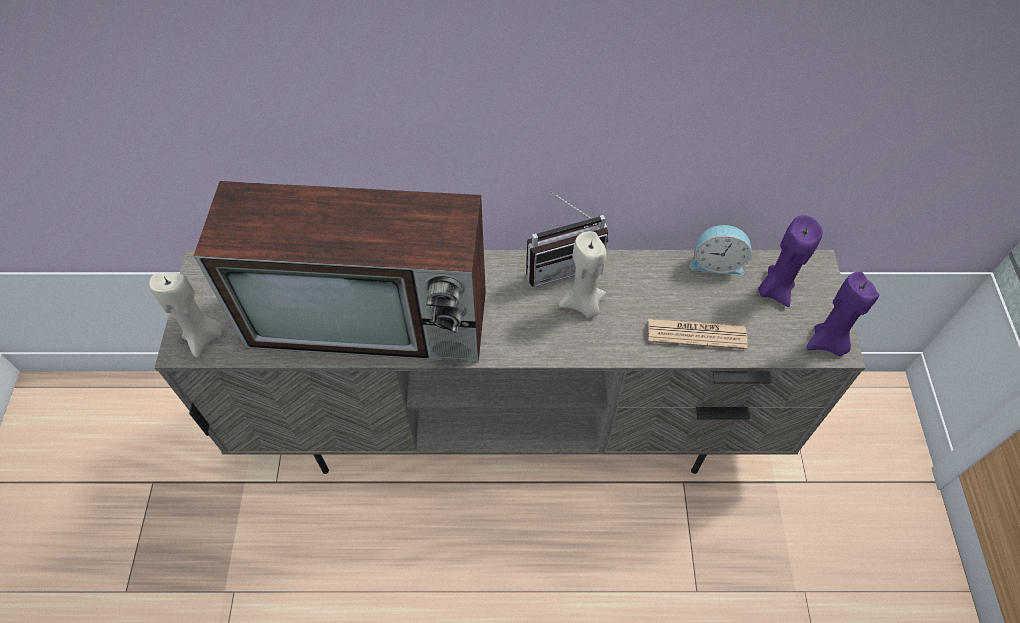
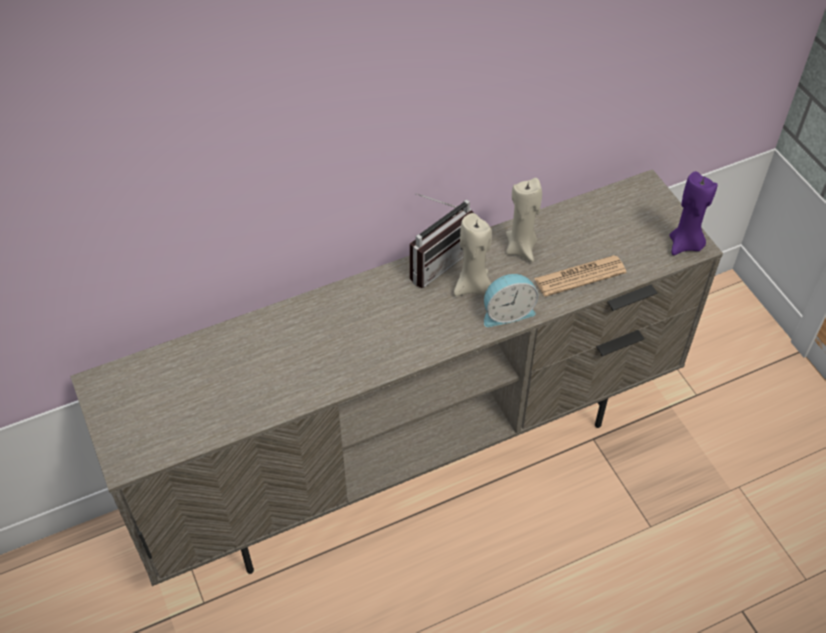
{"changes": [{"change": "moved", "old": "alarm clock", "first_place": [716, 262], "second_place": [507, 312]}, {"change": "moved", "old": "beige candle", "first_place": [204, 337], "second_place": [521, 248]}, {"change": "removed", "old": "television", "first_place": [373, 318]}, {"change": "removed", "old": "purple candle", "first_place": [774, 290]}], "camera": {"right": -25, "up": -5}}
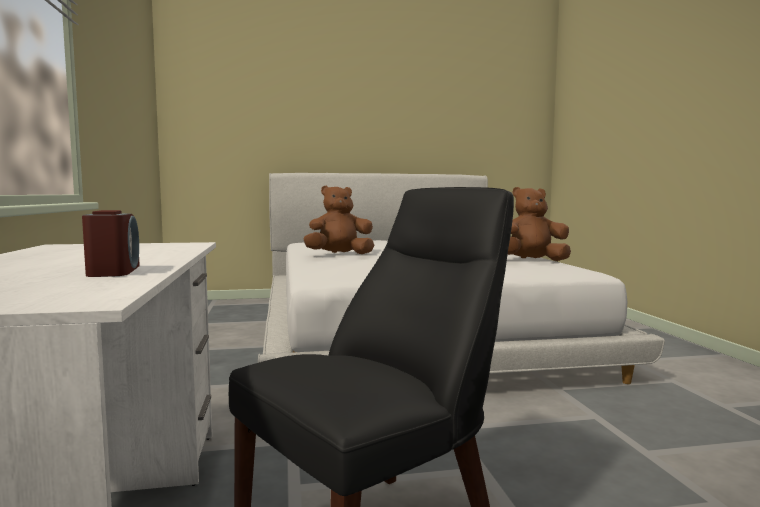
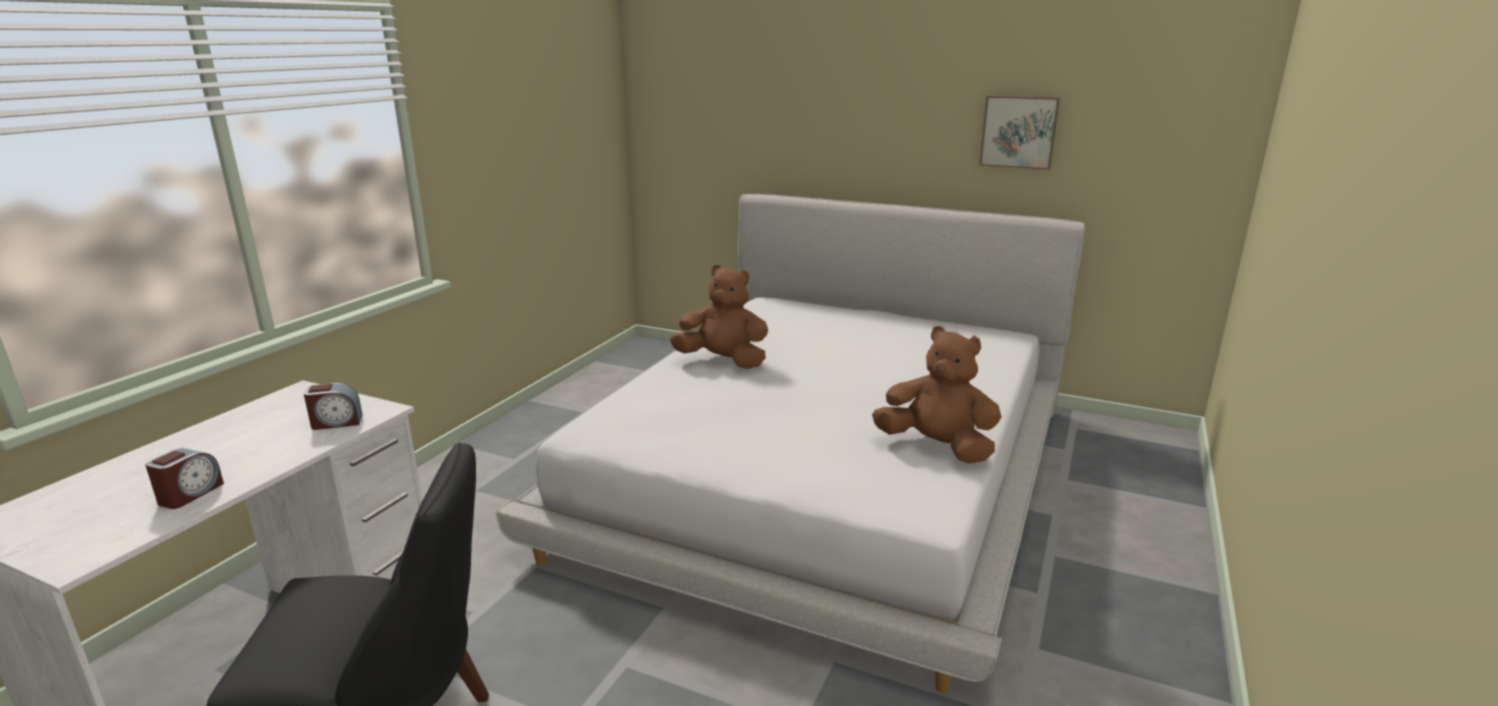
{"changes": [{"change": "added", "new": "alarm clock", "second_place": [336, 422]}, {"change": "added", "new": "picture", "second_place": [1019, 131]}], "camera": {"right": 35, "up": 15}}
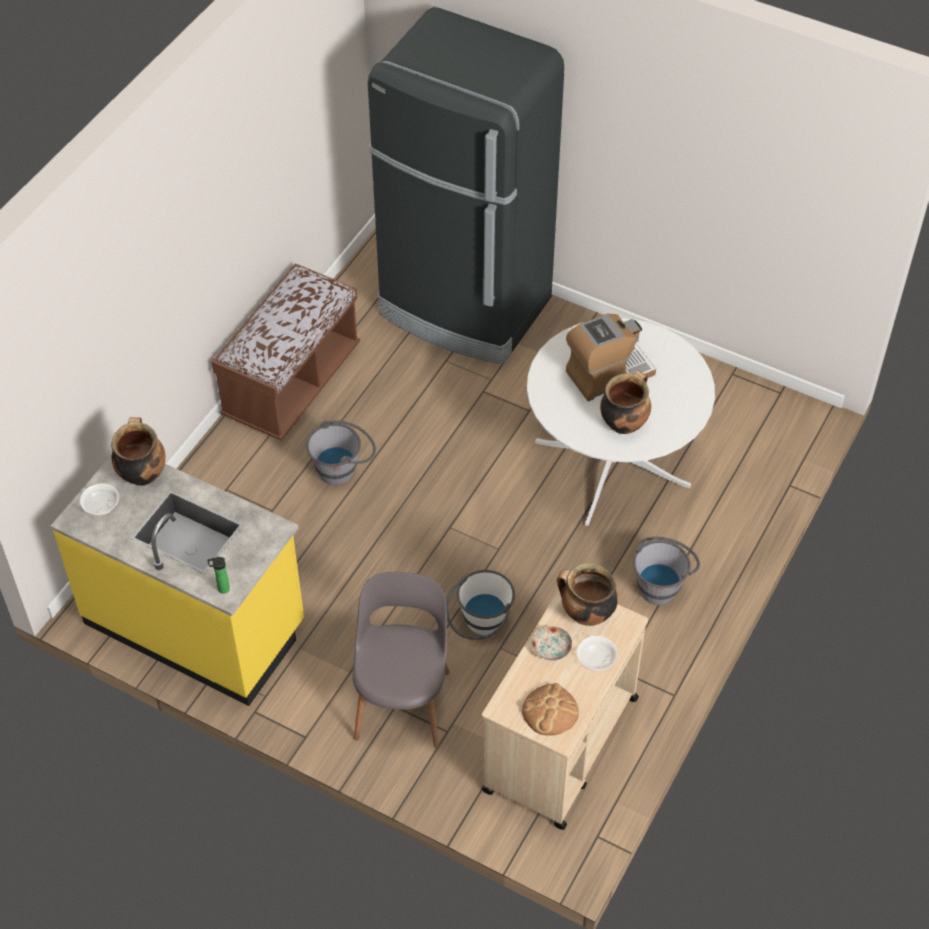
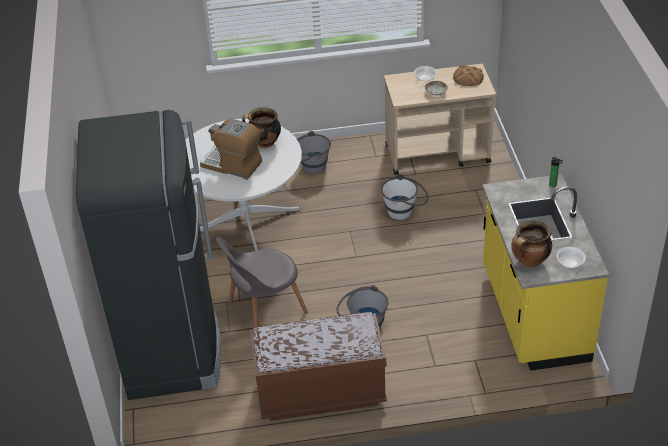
{"changes": [{"change": "moved", "old": "grey chair", "first_place": [402, 699], "second_place": [264, 309]}, {"change": "removed", "old": "cooking pot", "first_place": [586, 614]}], "camera": {"right": -125, "up": -10}}
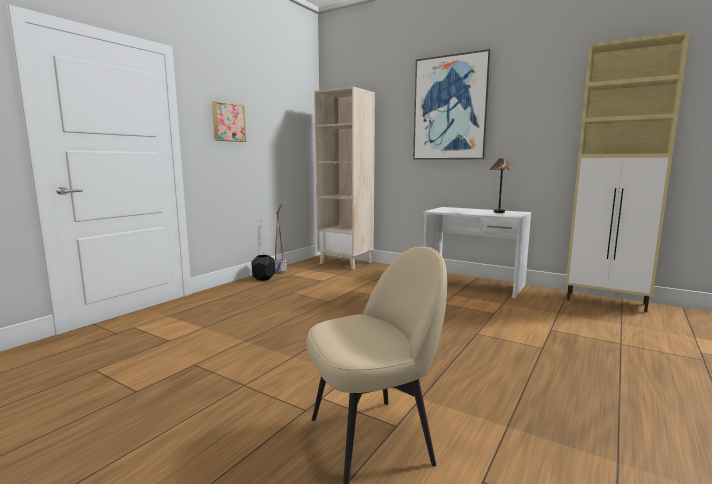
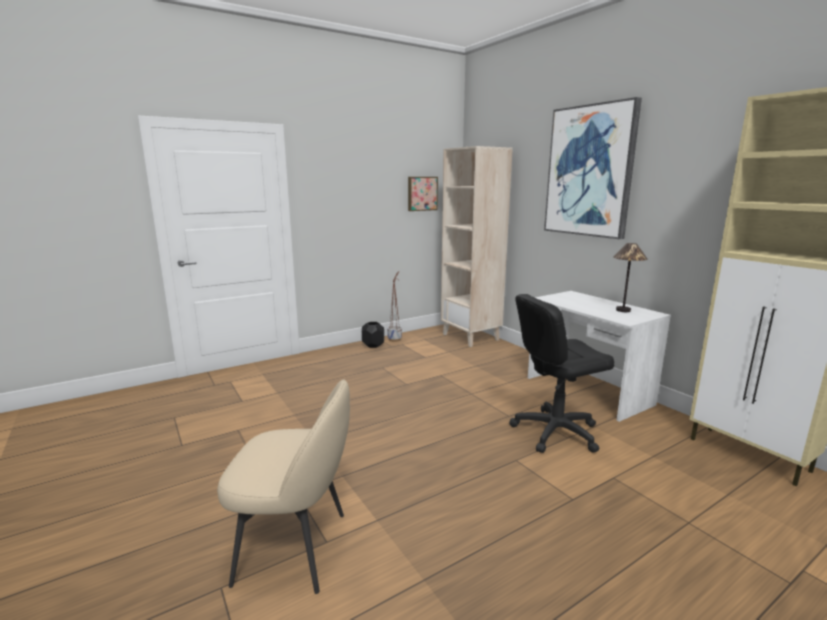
{"changes": [{"change": "moved", "old": "picture", "first_place": [228, 122], "second_place": [422, 193]}, {"change": "added", "new": "black office chair", "second_place": [555, 432]}], "camera": {"right": 25, "up": 5}}
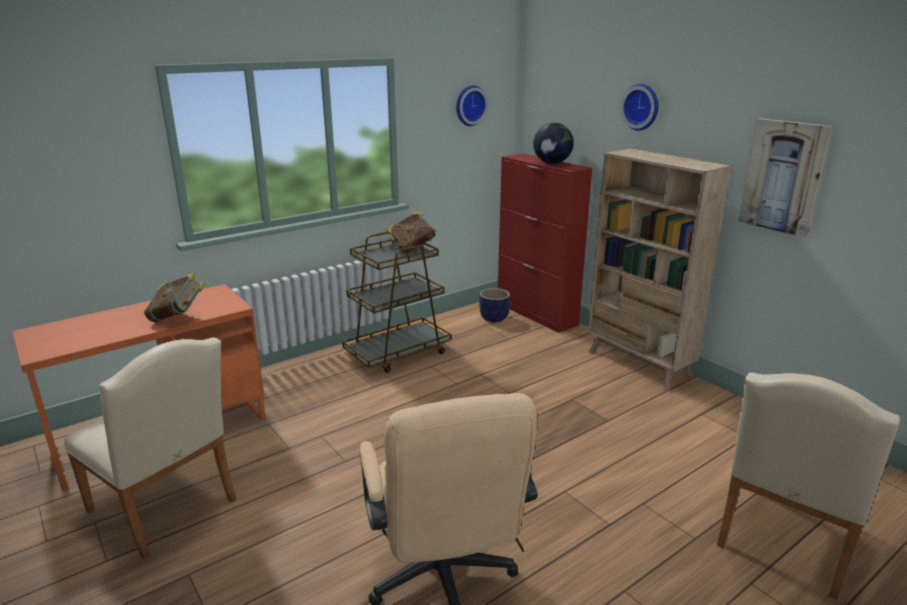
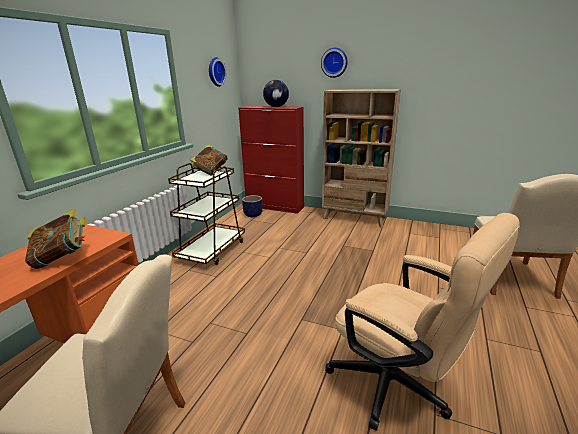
{"changes": [{"change": "removed", "old": "picture", "first_place": [783, 176]}], "camera": {"right": -30, "up": 0}}
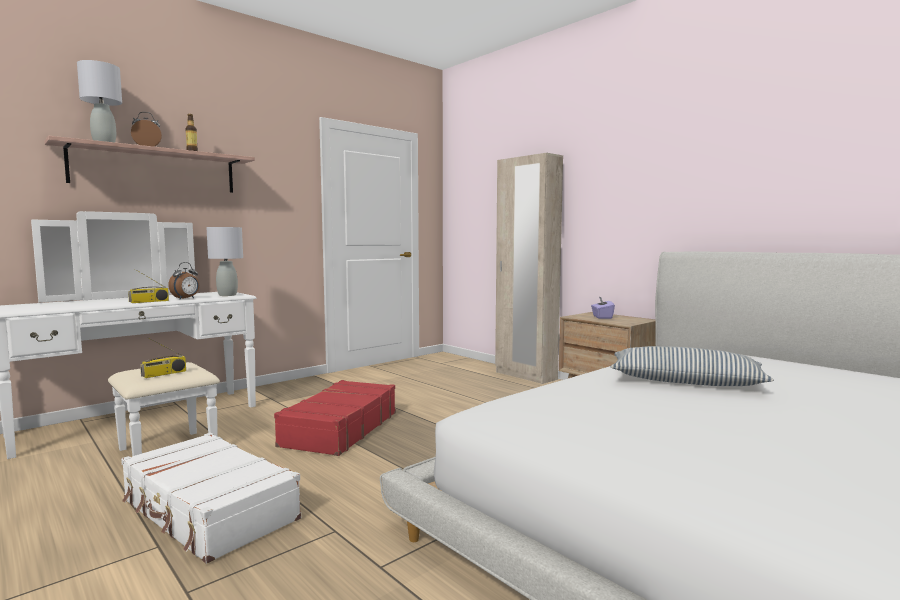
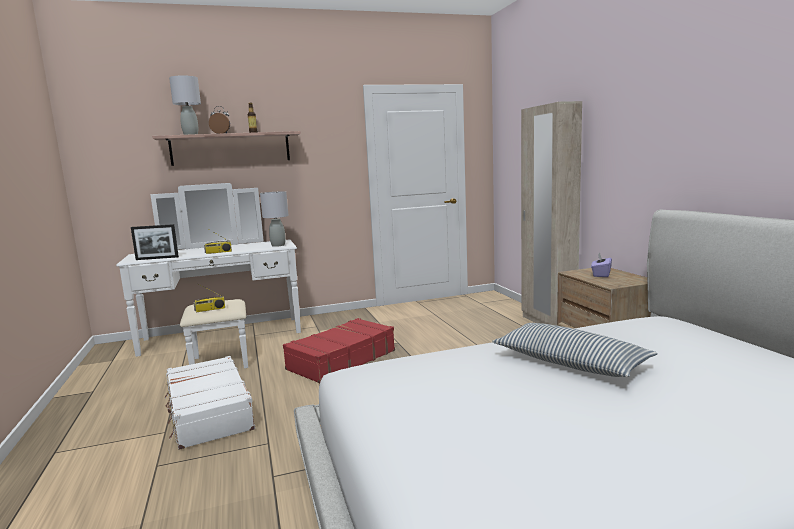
{"changes": [{"change": "added", "new": "picture frame", "second_place": [157, 258]}, {"change": "removed", "old": "alarm clock", "first_place": [186, 298]}], "camera": {"right": 25, "up": 5}}
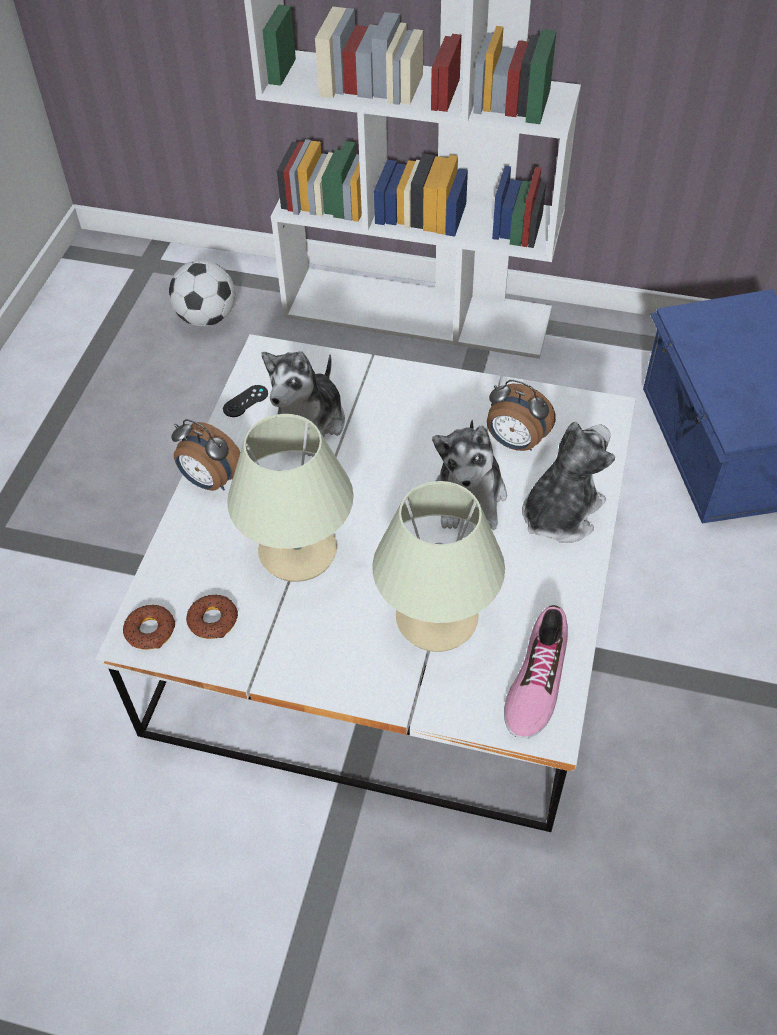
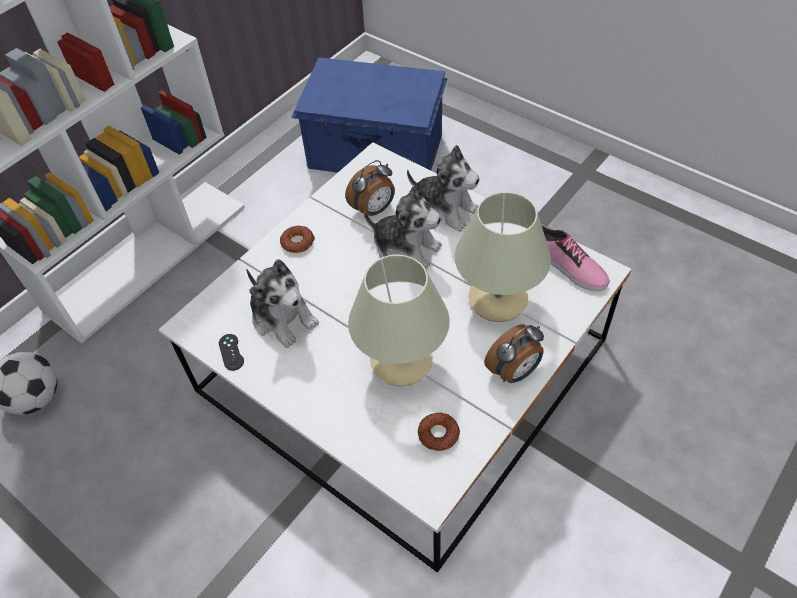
{"changes": [{"change": "moved", "old": "donut", "first_place": [150, 631], "second_place": [297, 242]}, {"change": "turned", "old": "plush toy", "first_place": [560, 513], "second_place": [444, 209], "degrees": 150}, {"change": "moved", "old": "alarm clock", "first_place": [210, 481], "second_place": [514, 372]}], "camera": {"right": -65, "up": 0}}
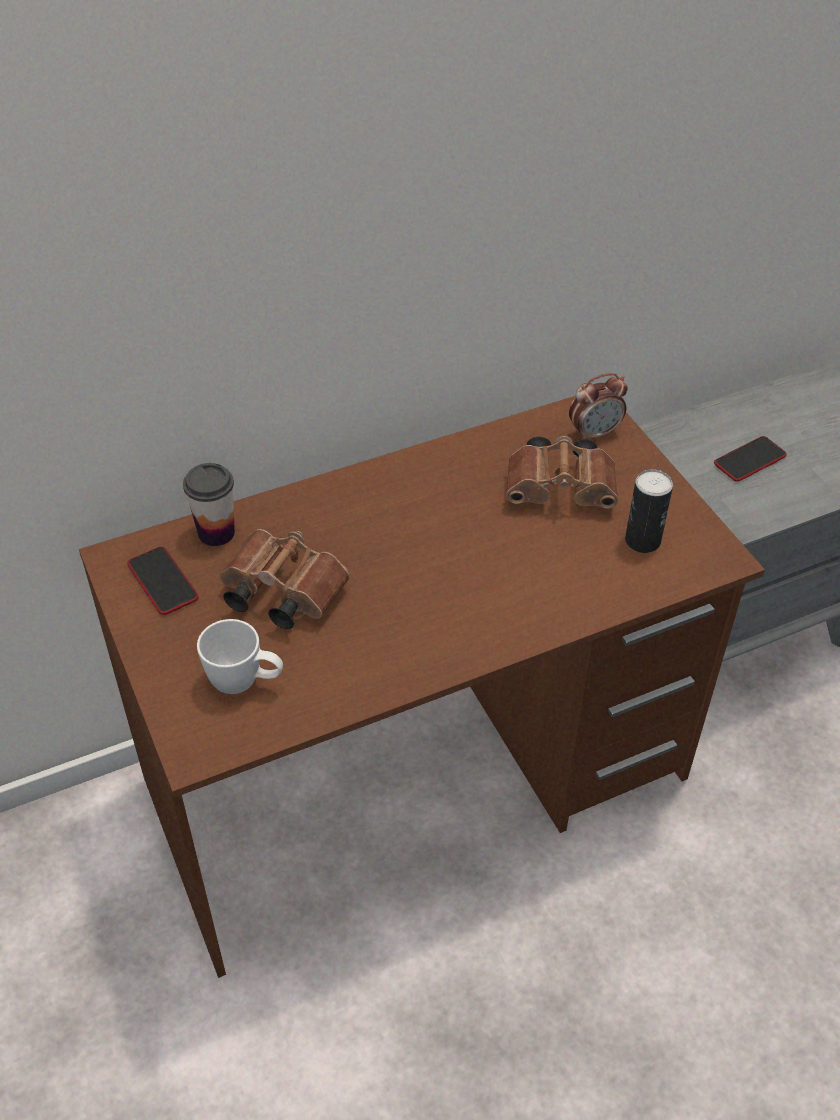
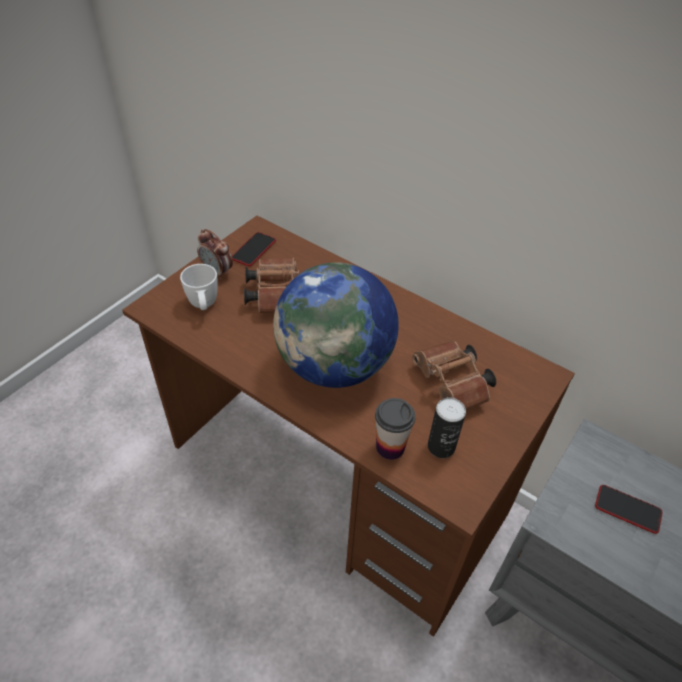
{"changes": [{"change": "moved", "old": "alarm clock", "first_place": [594, 433], "second_place": [217, 272]}, {"change": "added", "new": "globe", "second_place": [335, 365]}, {"change": "moved", "old": "cup", "first_place": [216, 533], "second_place": [390, 447]}], "camera": {"right": 60, "up": 0}}
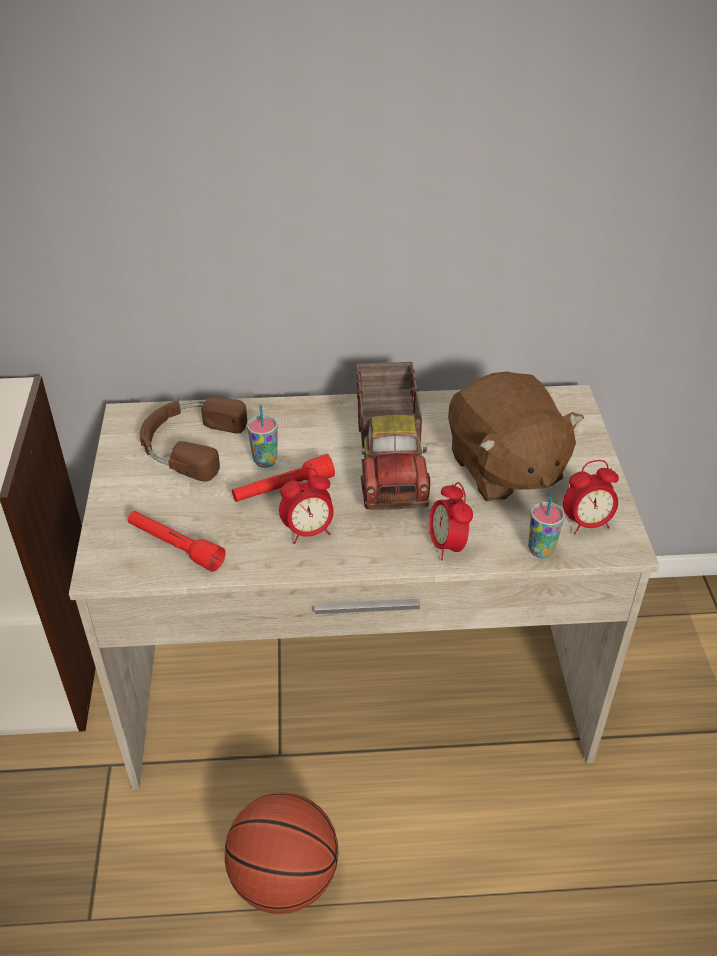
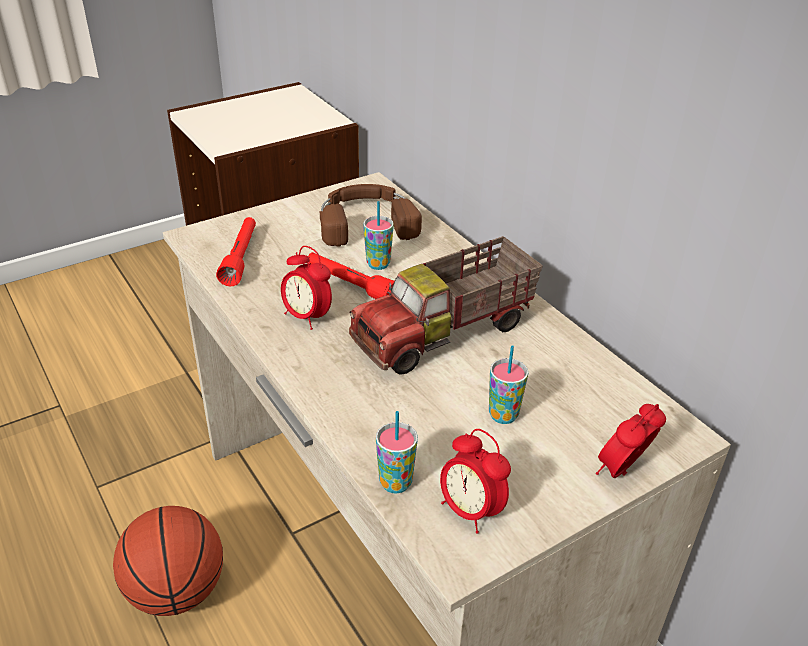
{"changes": [{"change": "replaced", "old": "brown plush toy", "new": "cup", "first_place": [504, 469], "second_place": [503, 415]}, {"change": "moved", "old": "alarm clock", "first_place": [447, 545], "second_place": [622, 472]}], "camera": {"right": 60, "up": -5}}
